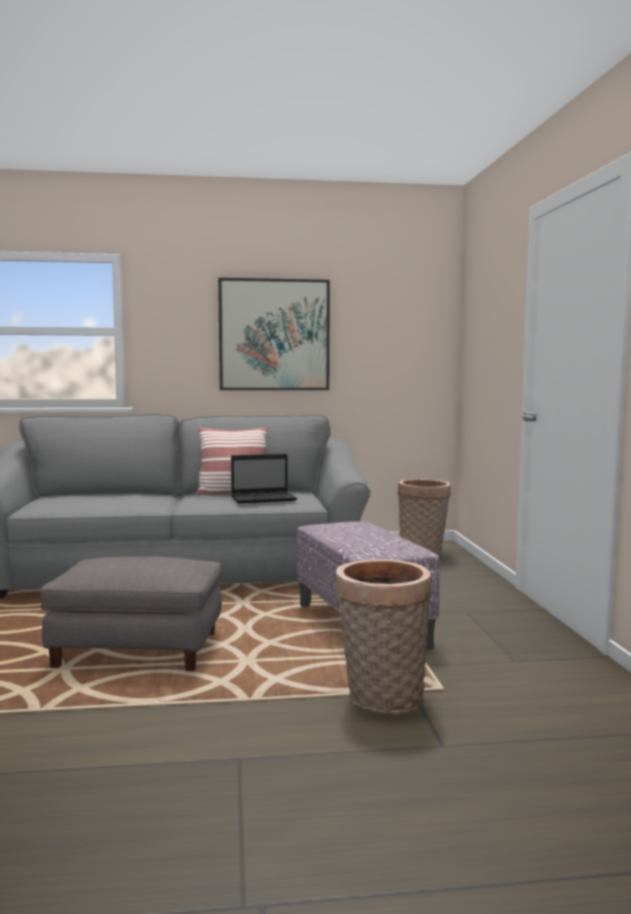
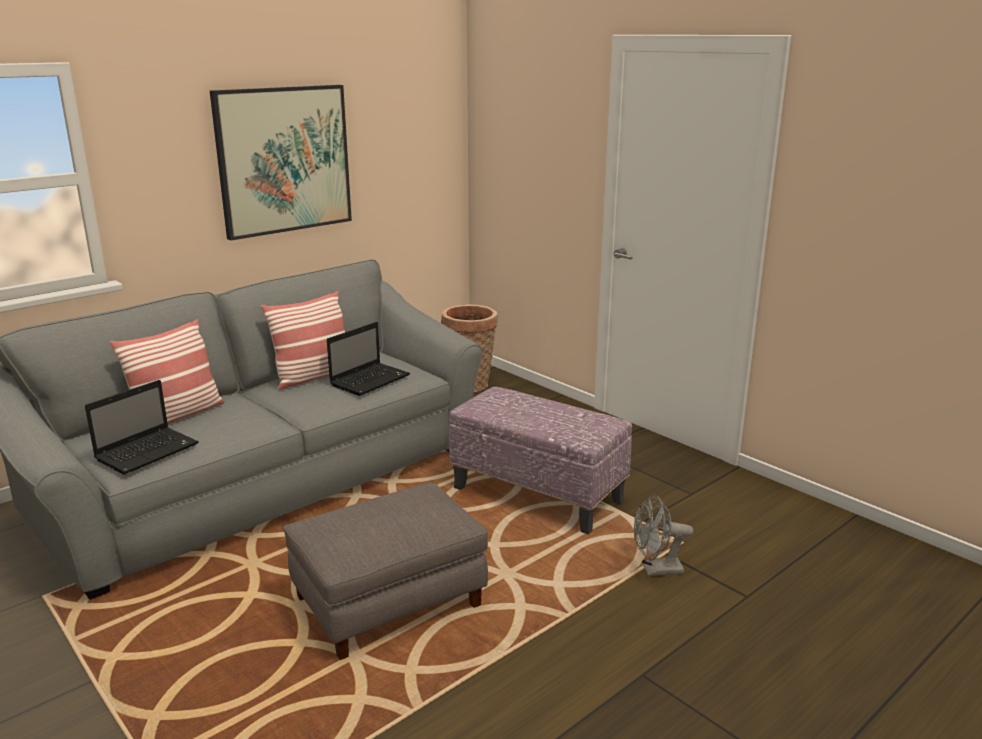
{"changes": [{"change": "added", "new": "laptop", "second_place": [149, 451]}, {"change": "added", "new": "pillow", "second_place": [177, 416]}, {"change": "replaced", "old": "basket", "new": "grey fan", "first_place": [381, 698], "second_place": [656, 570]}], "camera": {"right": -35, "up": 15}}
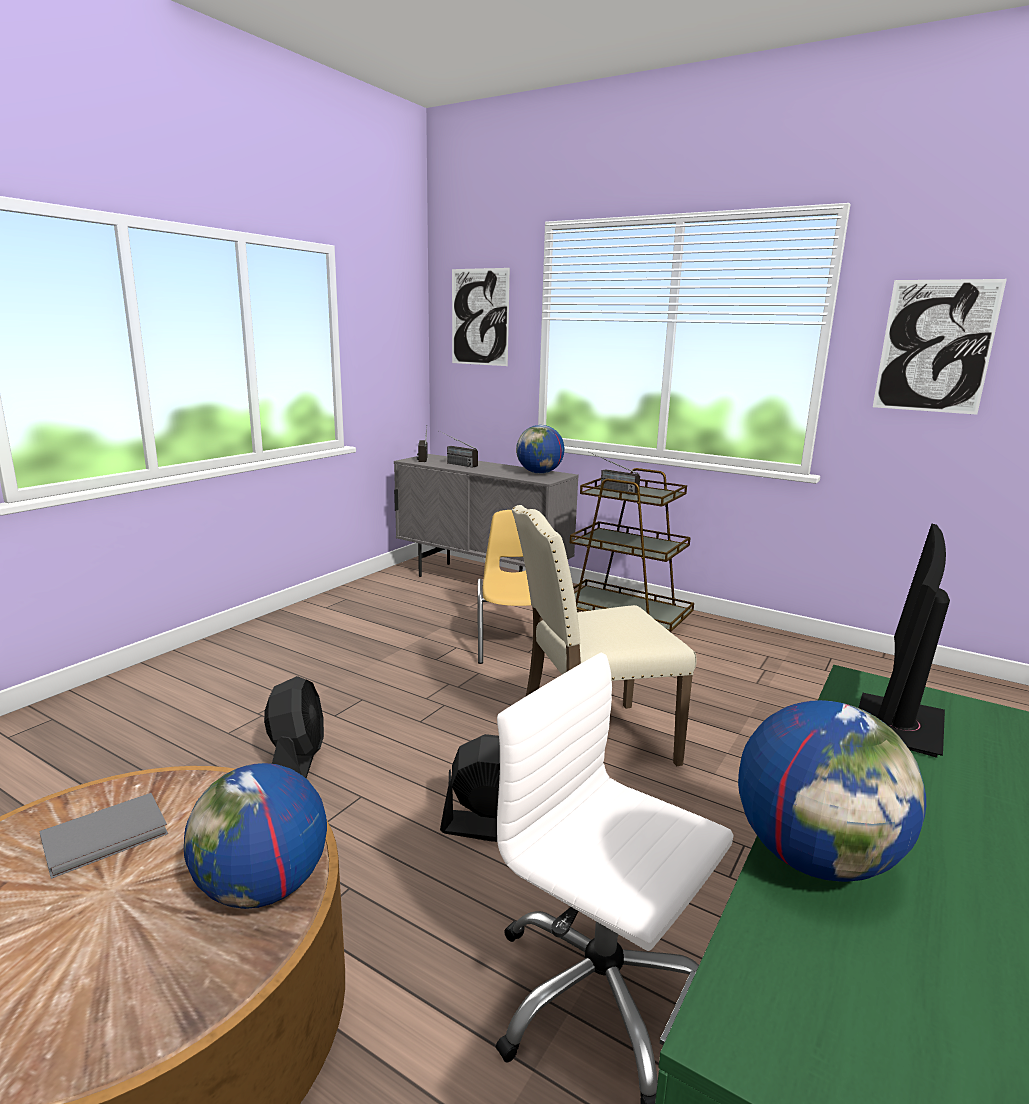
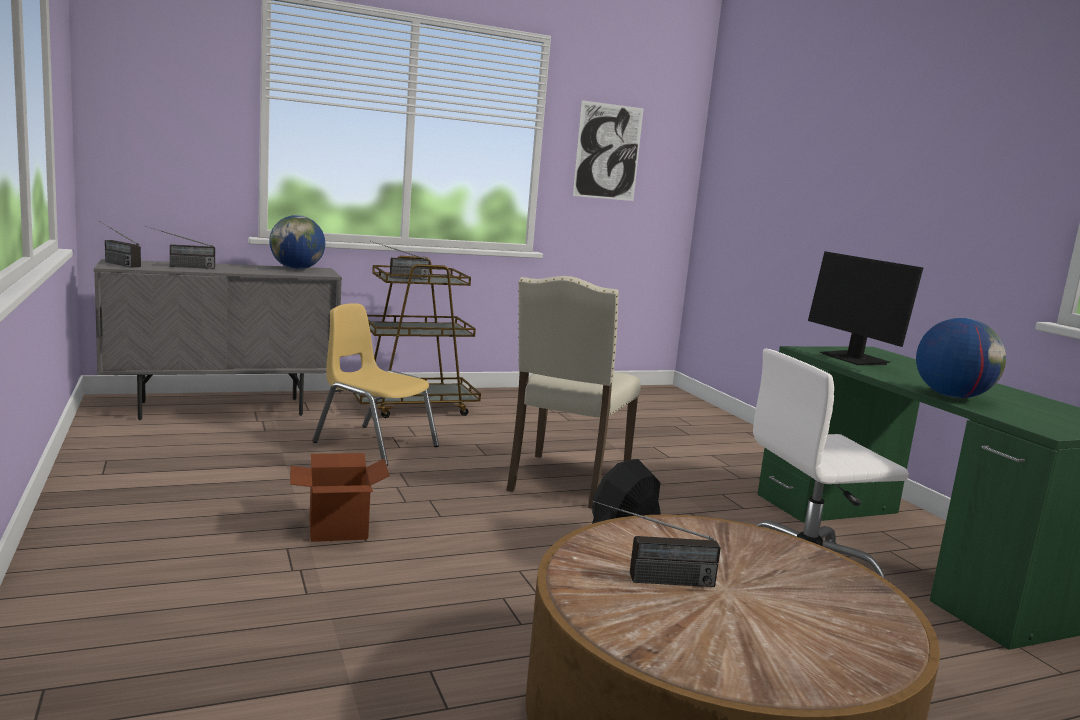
{"changes": [{"change": "added", "new": "cardboard box", "second_place": [338, 529]}, {"change": "replaced", "old": "grey book", "new": "radio", "first_place": [107, 837], "second_place": [650, 580]}, {"change": "removed", "old": "globe", "first_place": [262, 888]}, {"change": "removed", "old": "black fan", "first_place": [297, 761]}, {"change": "removed", "old": "picture", "first_place": [479, 317]}], "camera": {"right": -55, "up": -5}}
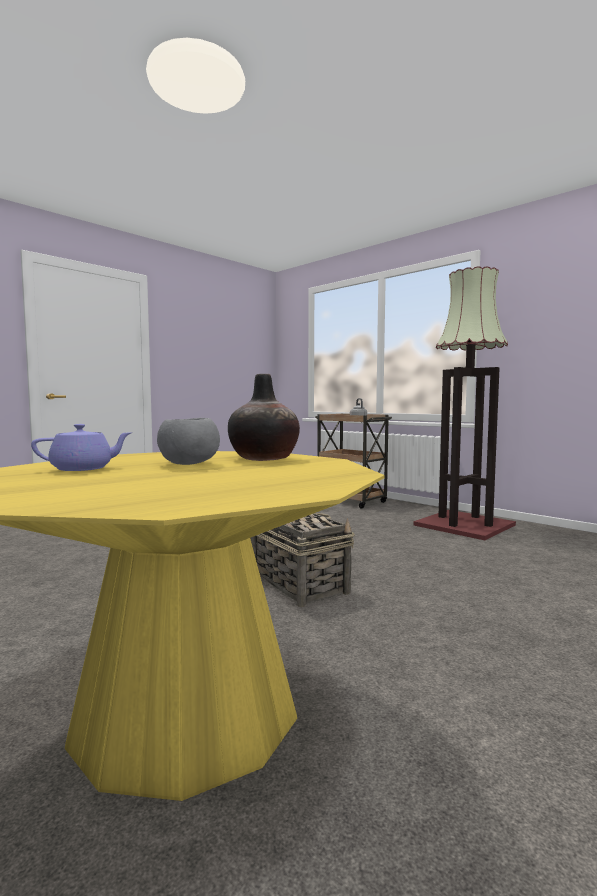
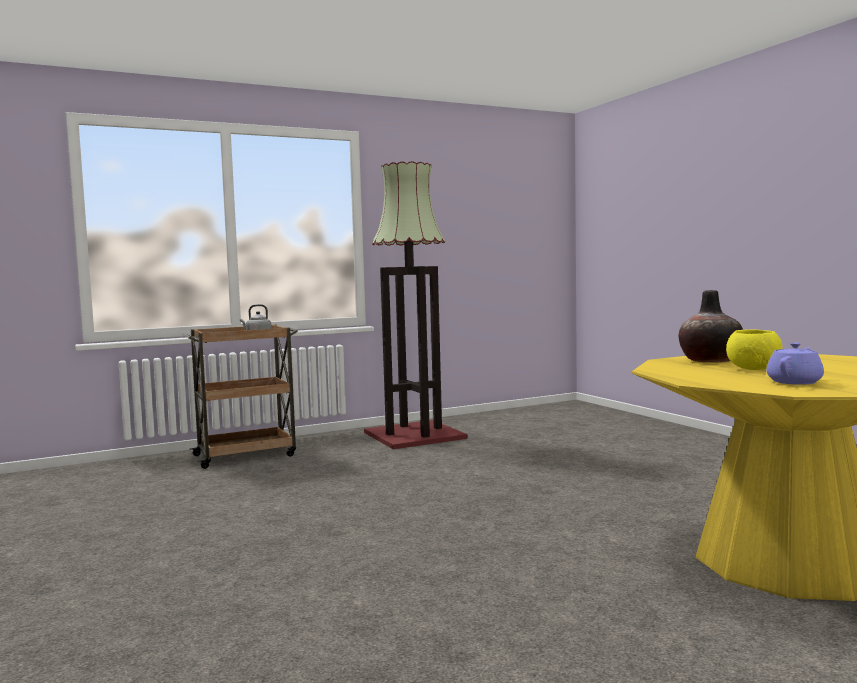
{"changes": [{"change": "recoloured", "old": "grey bowl", "new": "yellow bowl", "first_place": [189, 464], "second_place": [753, 369]}, {"change": "turned", "old": "purple teapot", "first_place": [83, 468], "second_place": [795, 382], "degrees": 45}, {"change": "removed", "old": "basket", "first_place": [297, 583]}], "camera": {"right": -70, "up": 0}}
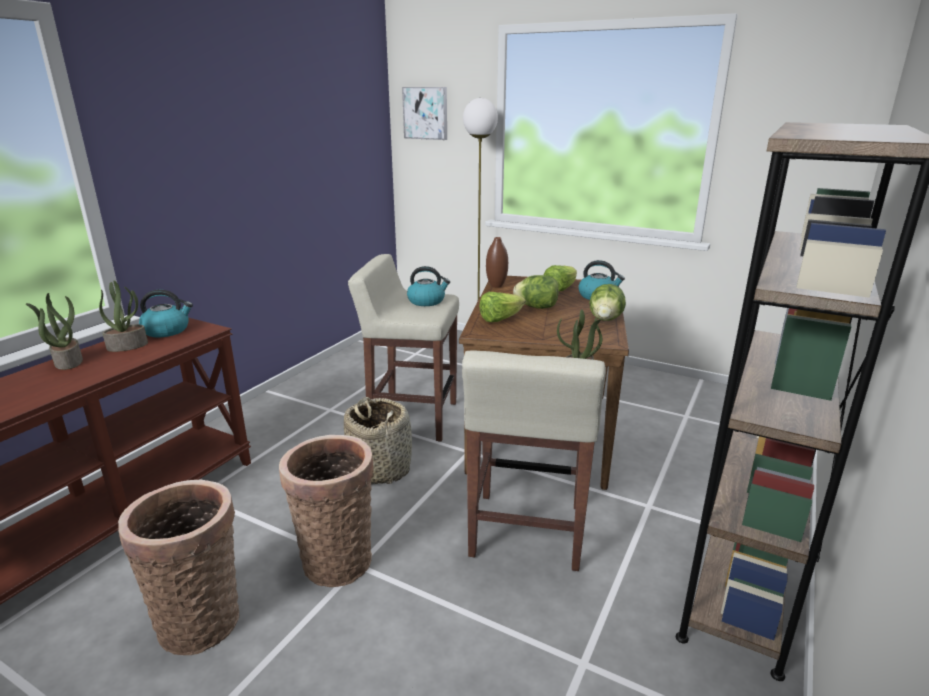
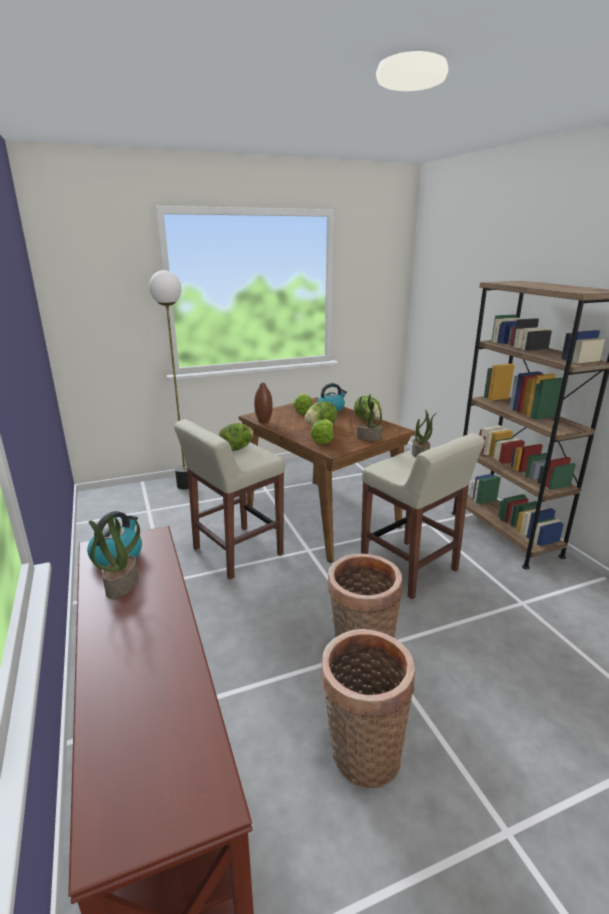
{"changes": [{"change": "replaced", "old": "kettle", "new": "lettuce", "first_place": [427, 301], "second_place": [237, 448]}, {"change": "moved", "old": "potted plant", "first_place": [68, 362], "second_place": [368, 438]}, {"change": "removed", "old": "basket", "first_place": [379, 469]}, {"change": "removed", "old": "picture", "first_place": [426, 113]}], "camera": {"right": -50, "up": 0}}
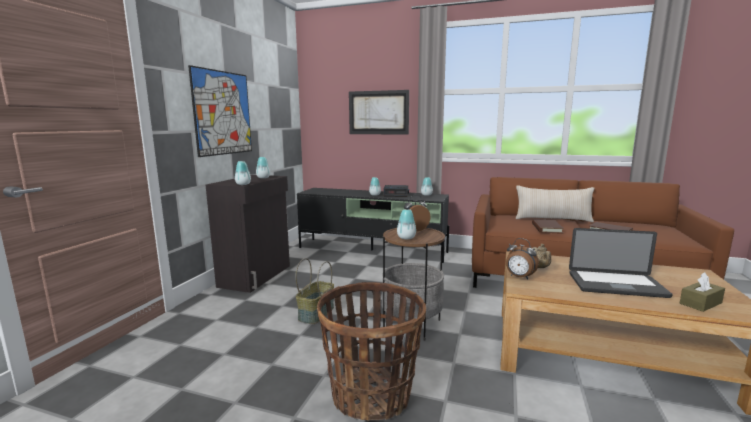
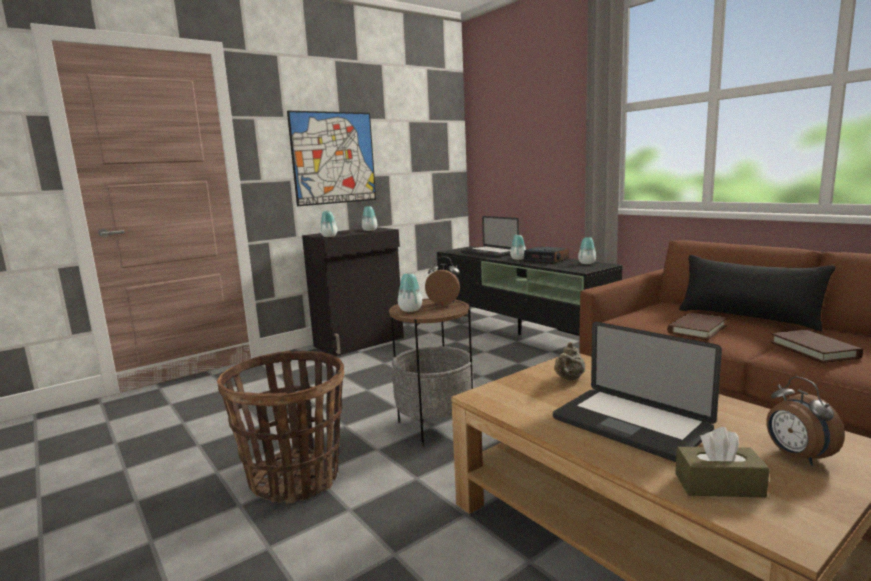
{"changes": [{"change": "added", "new": "laptop", "second_place": [489, 253]}, {"change": "recoloured", "old": "beige pillow", "new": "black pillow", "first_place": [552, 219], "second_place": [747, 318]}, {"change": "moved", "old": "alarm clock", "first_place": [519, 277], "second_place": [797, 456]}, {"change": "removed", "old": "basket", "first_place": [316, 313]}, {"change": "removed", "old": "picture", "first_place": [378, 112]}], "camera": {"right": 35, "up": 0}}
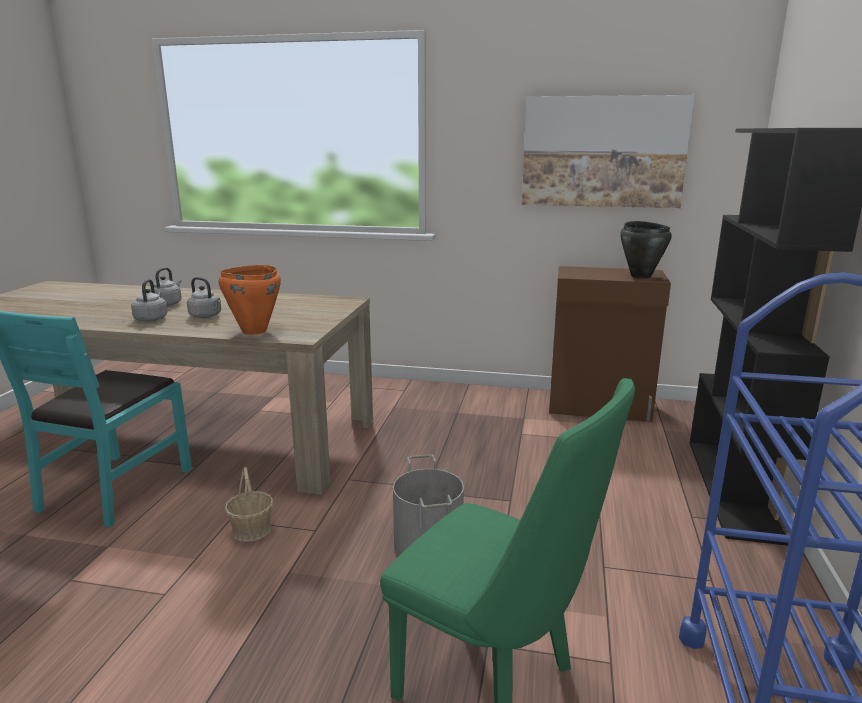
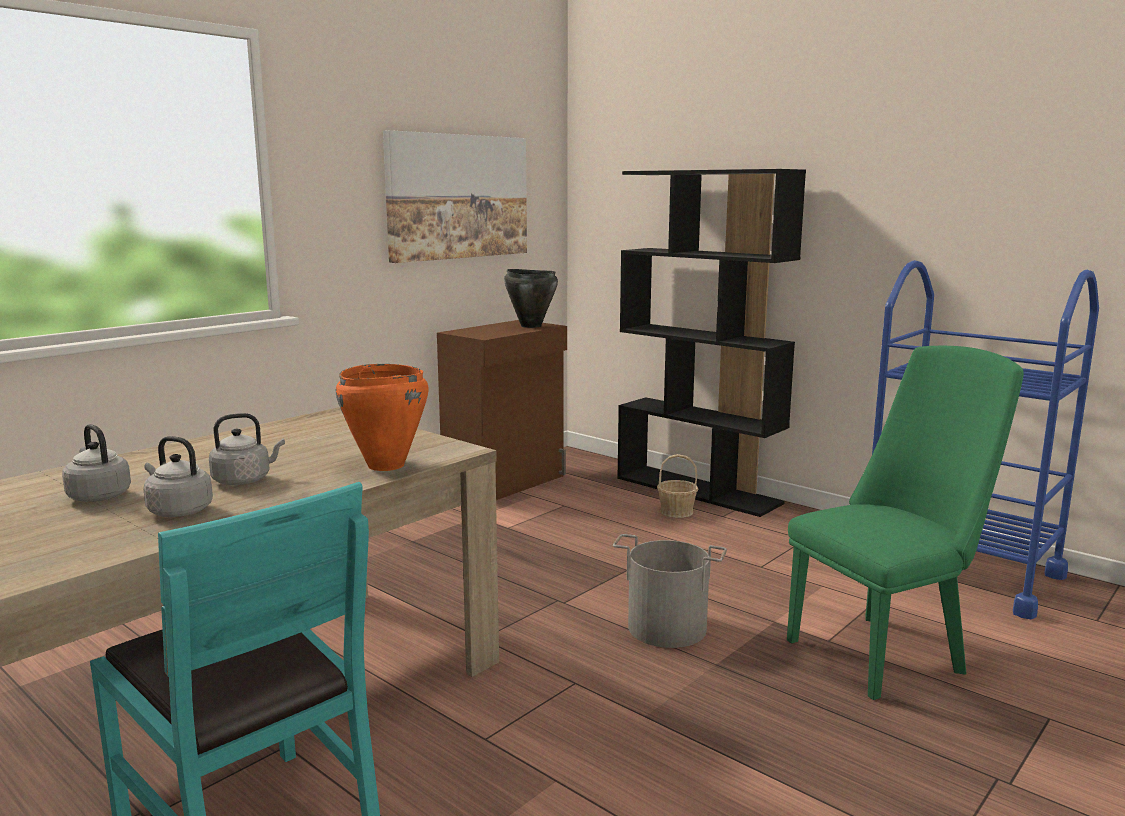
{"changes": [{"change": "moved", "old": "basket", "first_place": [252, 530], "second_place": [676, 511]}], "camera": {"right": -60, "up": -5}}
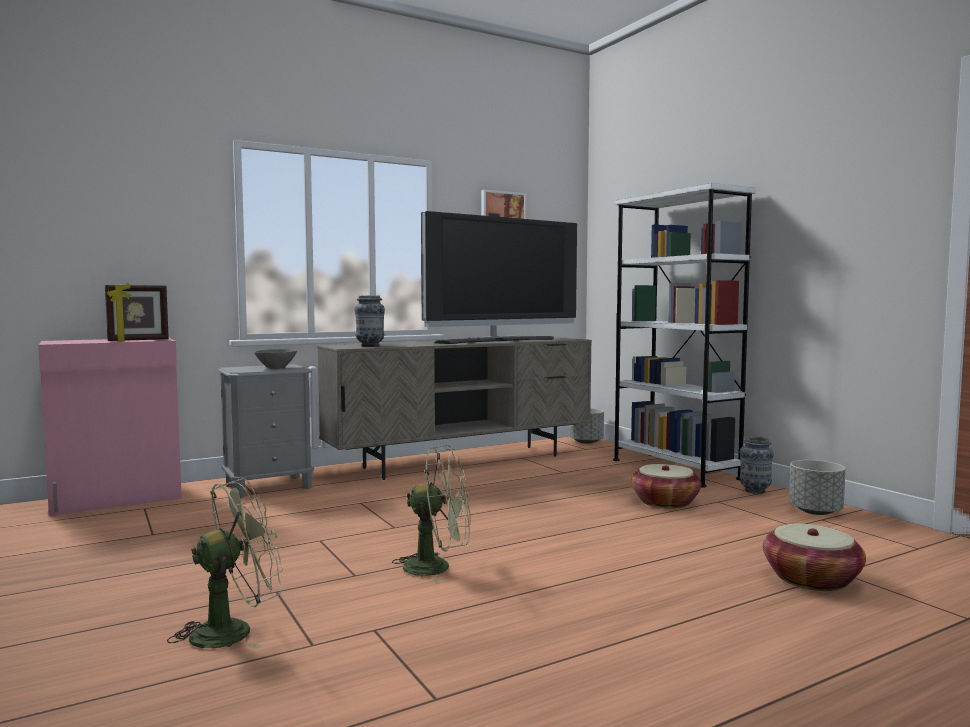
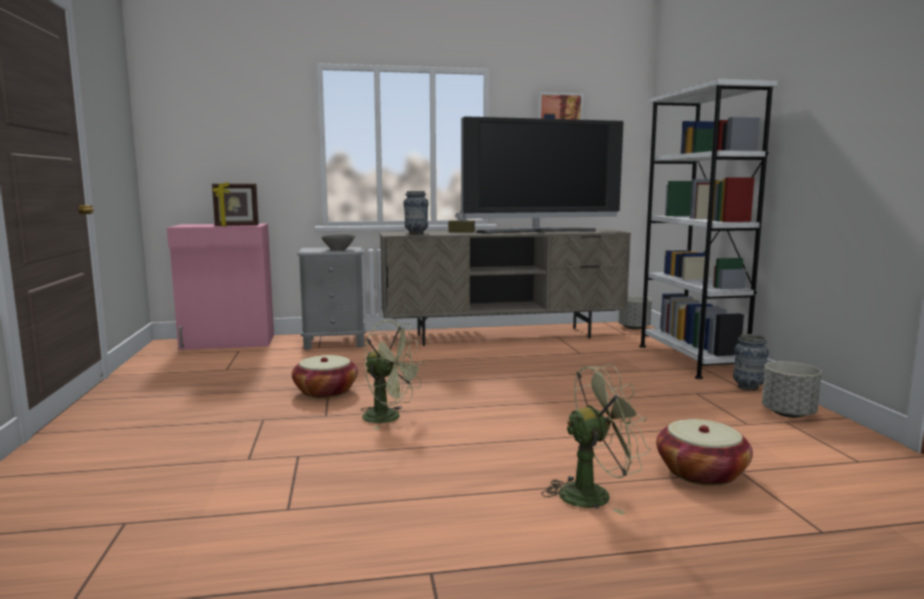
{"changes": [{"change": "moved", "old": "basket", "first_place": [665, 502], "second_place": [325, 392]}, {"change": "added", "new": "brown tissue box", "second_place": [461, 231]}, {"change": "moved", "old": "green fan", "first_place": [233, 630], "second_place": [594, 494]}], "camera": {"right": 20, "up": 5}}
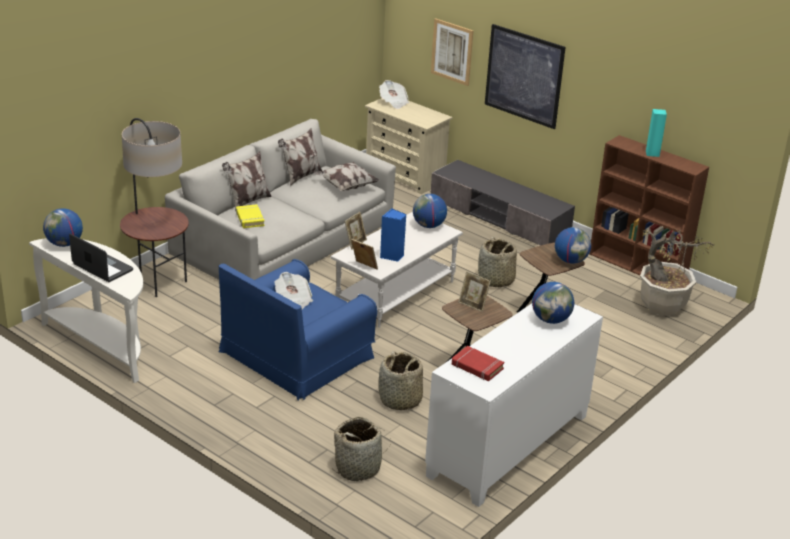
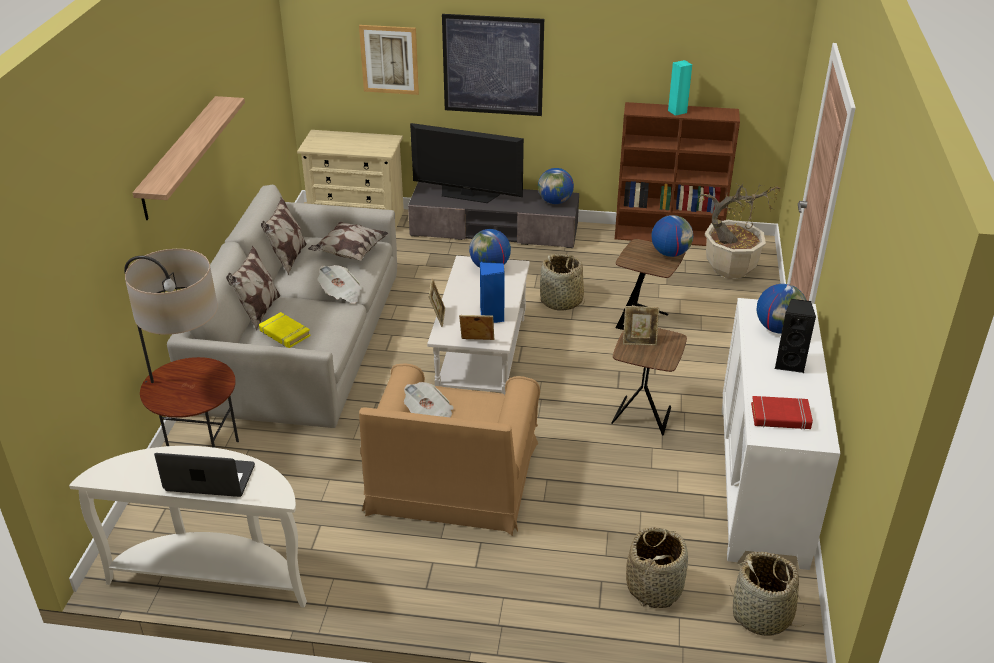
{"changes": [{"change": "added", "new": "shelf", "second_place": [180, 157]}, {"change": "moved", "old": "newspaper", "first_place": [393, 102], "second_place": [341, 294]}, {"change": "recoloured", "old": "blue armchair", "new": "brown armchair", "first_place": [296, 355], "second_place": [452, 478]}, {"change": "added", "new": "television", "second_place": [467, 195]}, {"change": "moved", "old": "globe", "first_place": [64, 244], "second_place": [555, 202]}, {"change": "moved", "old": "basket", "first_place": [400, 400], "second_place": [762, 615]}, {"change": "added", "new": "black speaker", "second_place": [789, 363]}], "camera": {"right": -30, "up": 5}}
